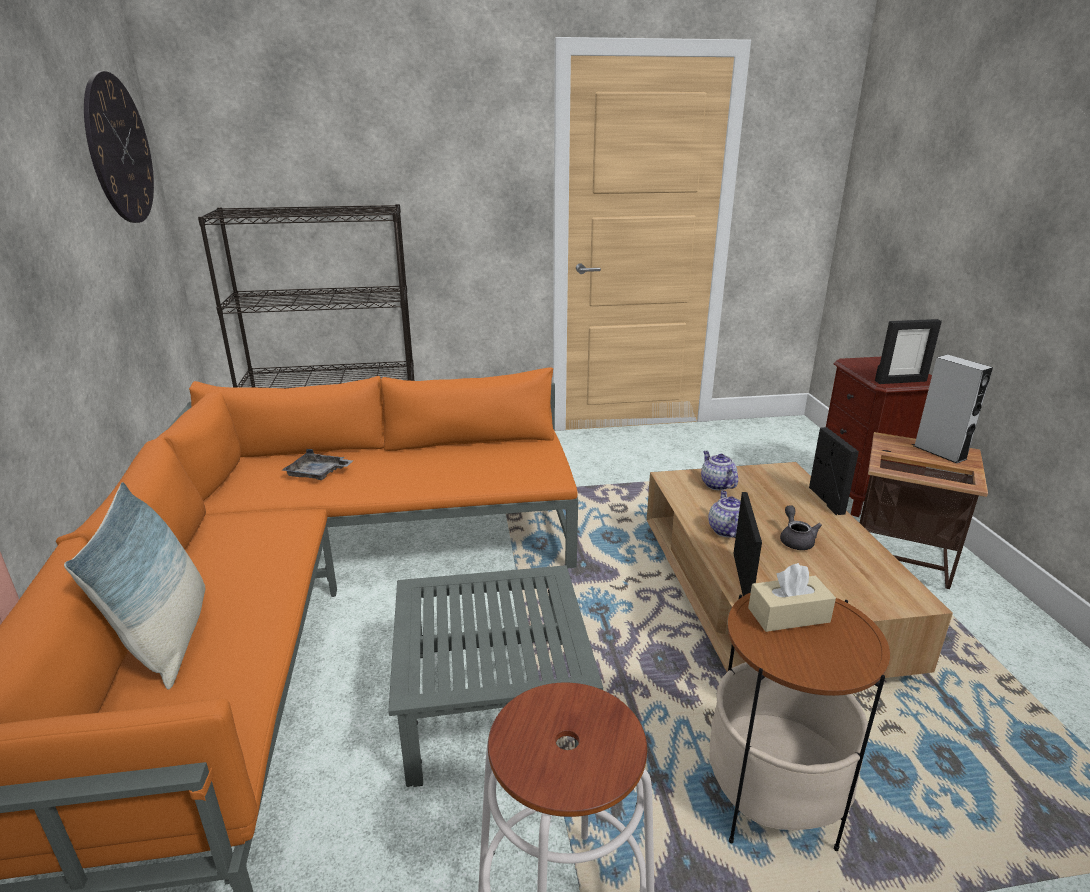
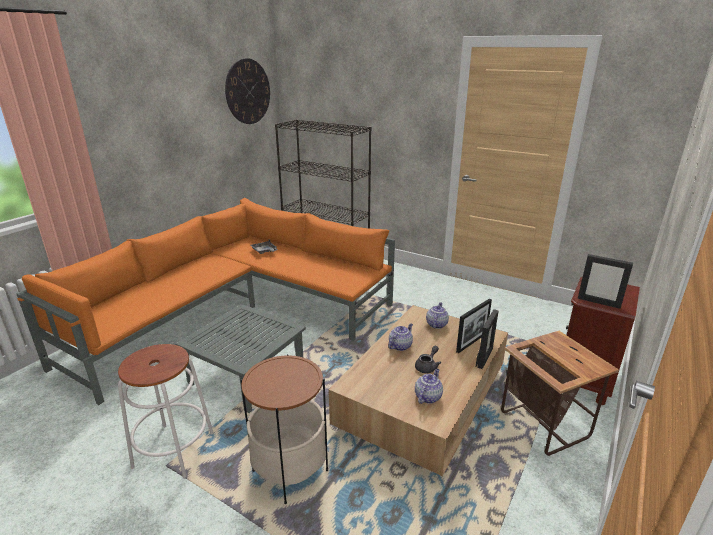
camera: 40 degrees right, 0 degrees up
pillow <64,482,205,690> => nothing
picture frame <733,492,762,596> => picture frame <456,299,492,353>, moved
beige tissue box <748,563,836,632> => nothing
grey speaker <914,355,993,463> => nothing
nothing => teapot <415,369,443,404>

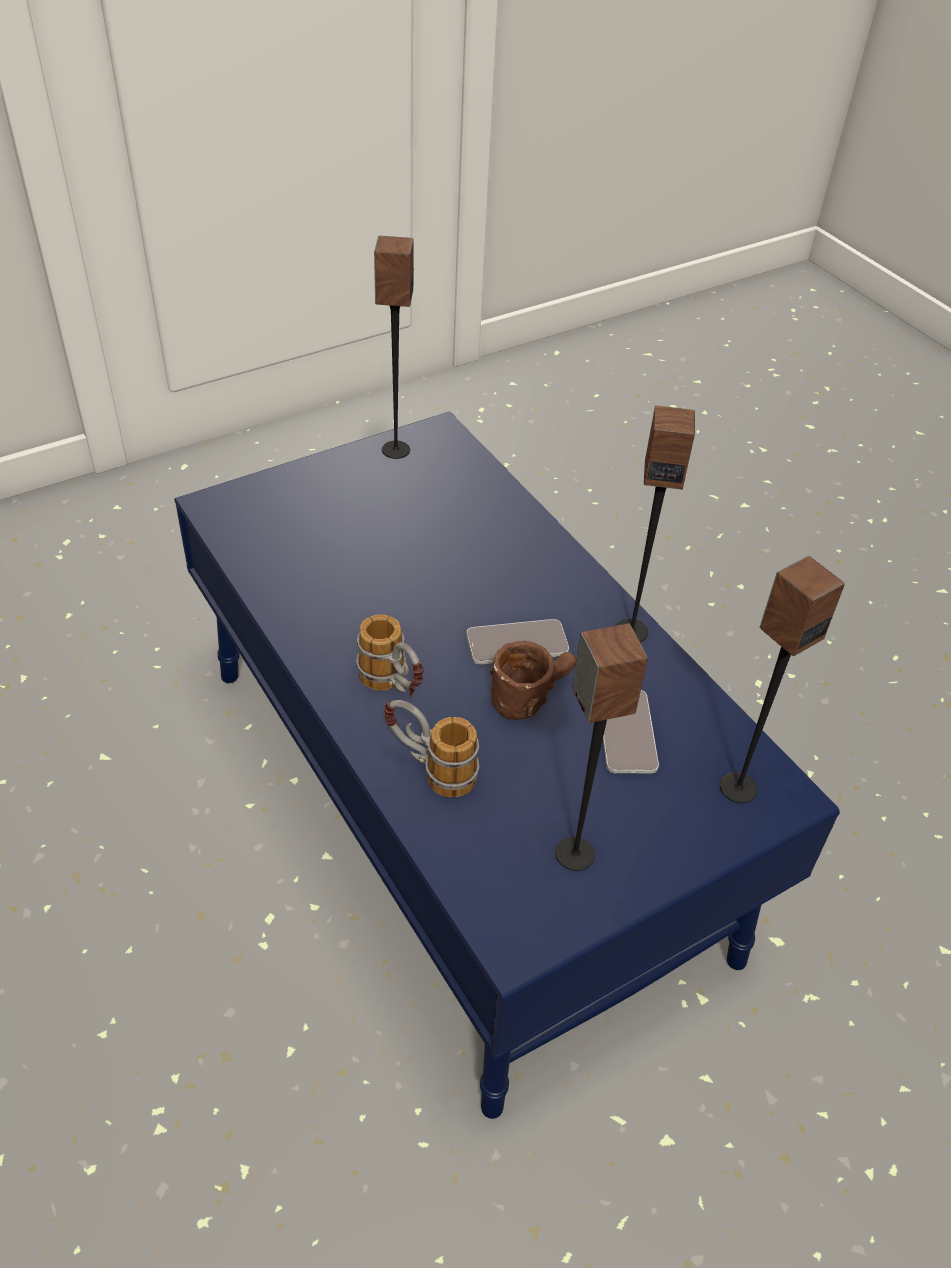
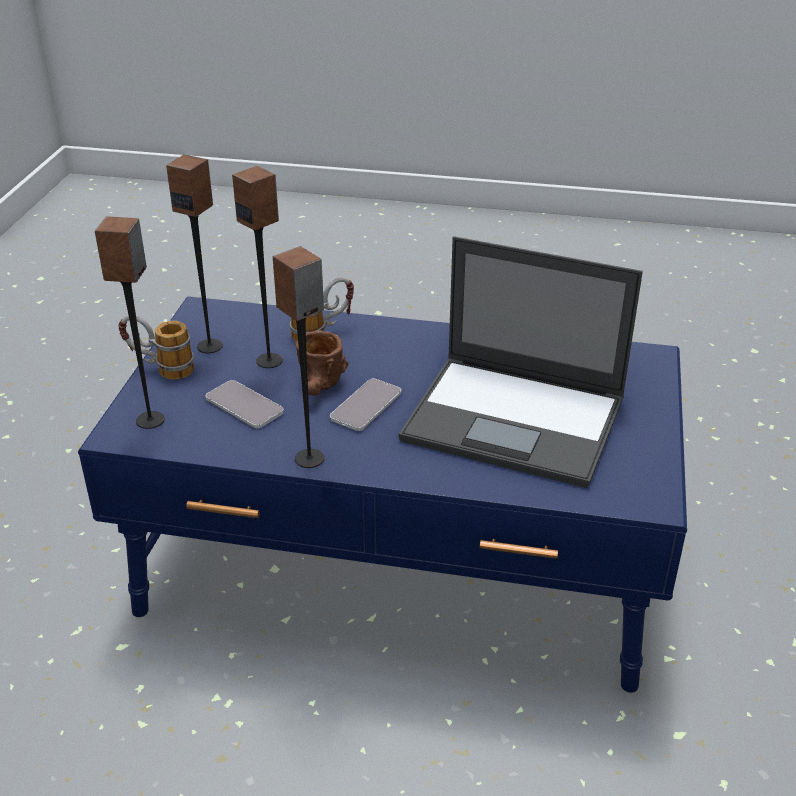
camera: 135 degrees right, 10 degrees down
mug <356,615,424,698> => mug <118,316,194,380>, moved
speaker <374,236,414,459> => speaker <232,166,282,368>, moved
nothing => laptop <399,236,643,488>

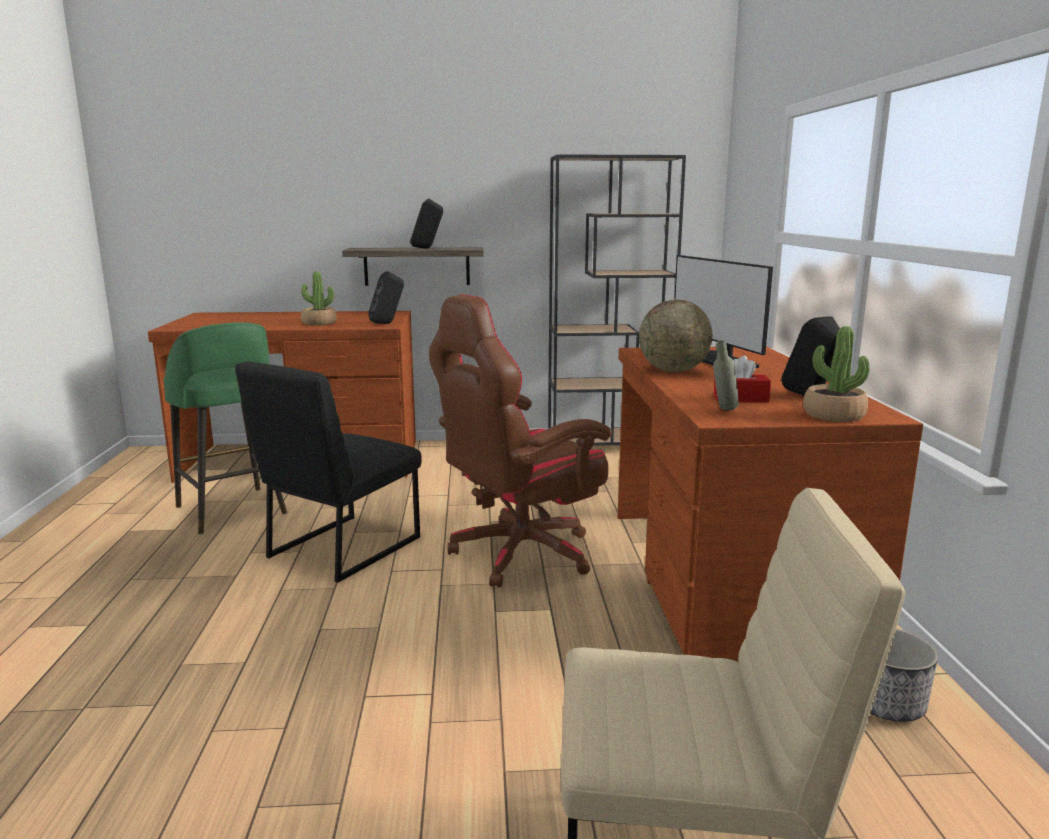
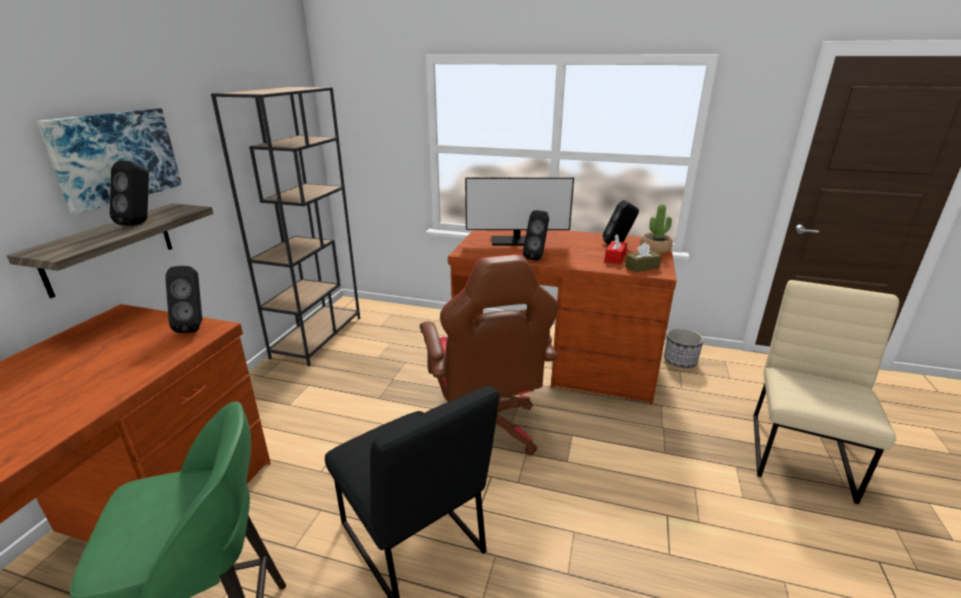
camera: 70 degrees left, 10 degrees up
potted plant <301,271,337,326> => nothing
globe <639,300,712,372> => black speaker <523,210,549,261>
grey bottle <713,340,739,411> => brown tissue box <625,242,662,272>
nothing => picture <37,108,182,214>

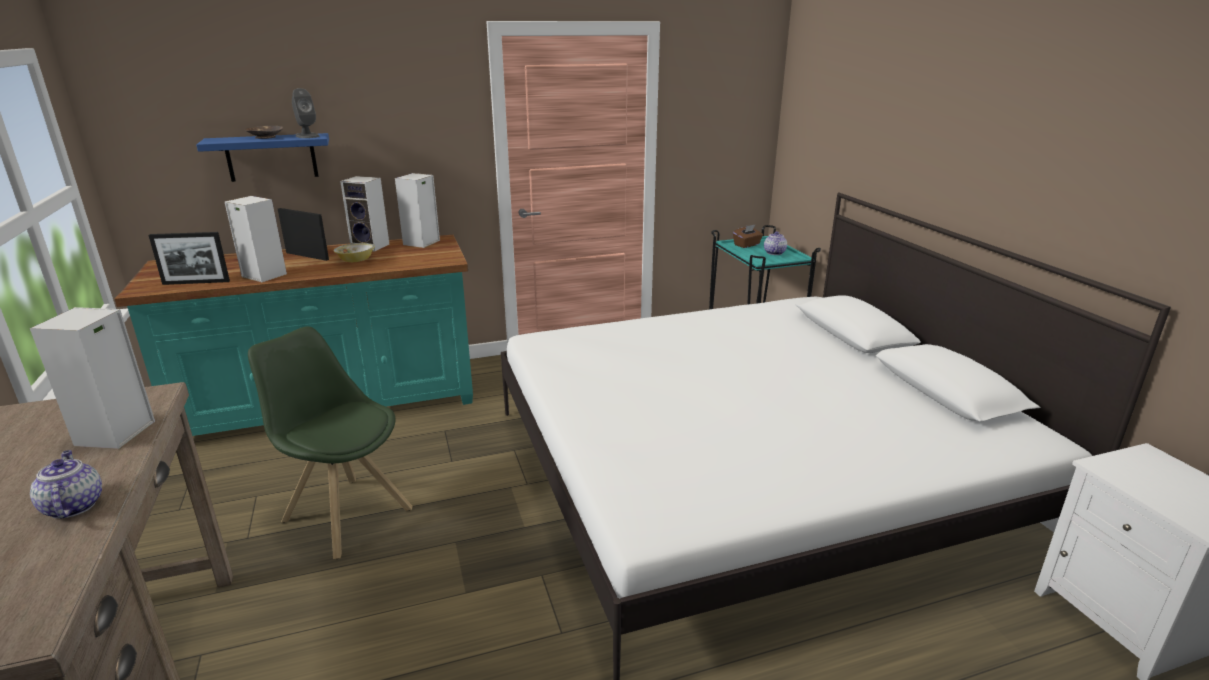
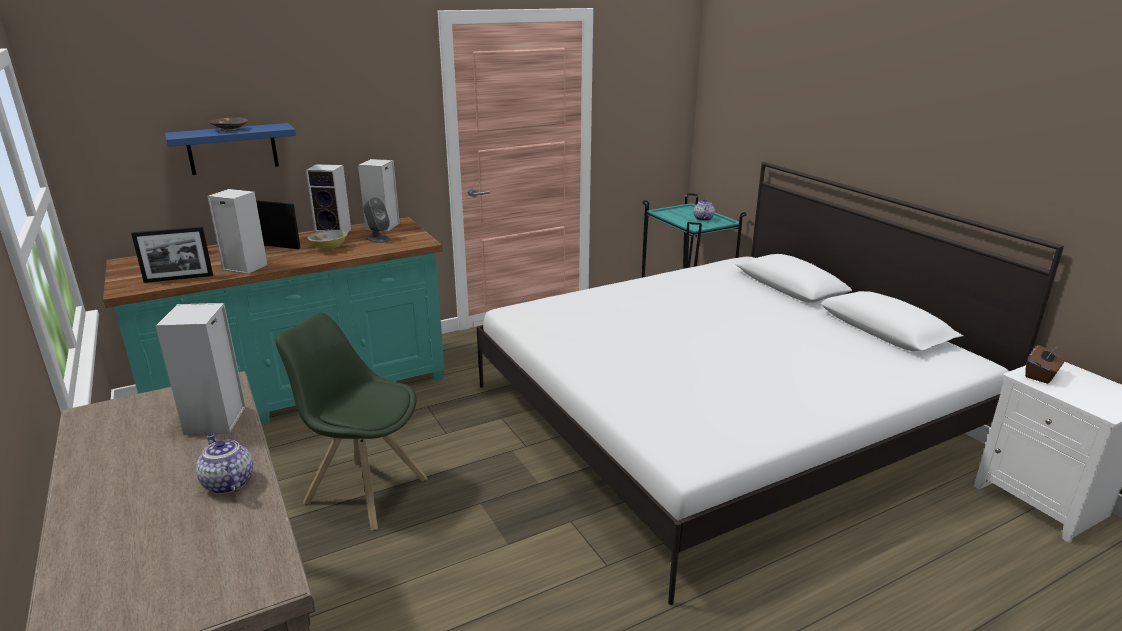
camera: 10 degrees left, 0 degrees up
grey speaker <292,88,320,138> => grey speaker <363,197,391,243>, moved
brown tissue box <733,225,763,248> => brown tissue box <1025,345,1065,384>, moved

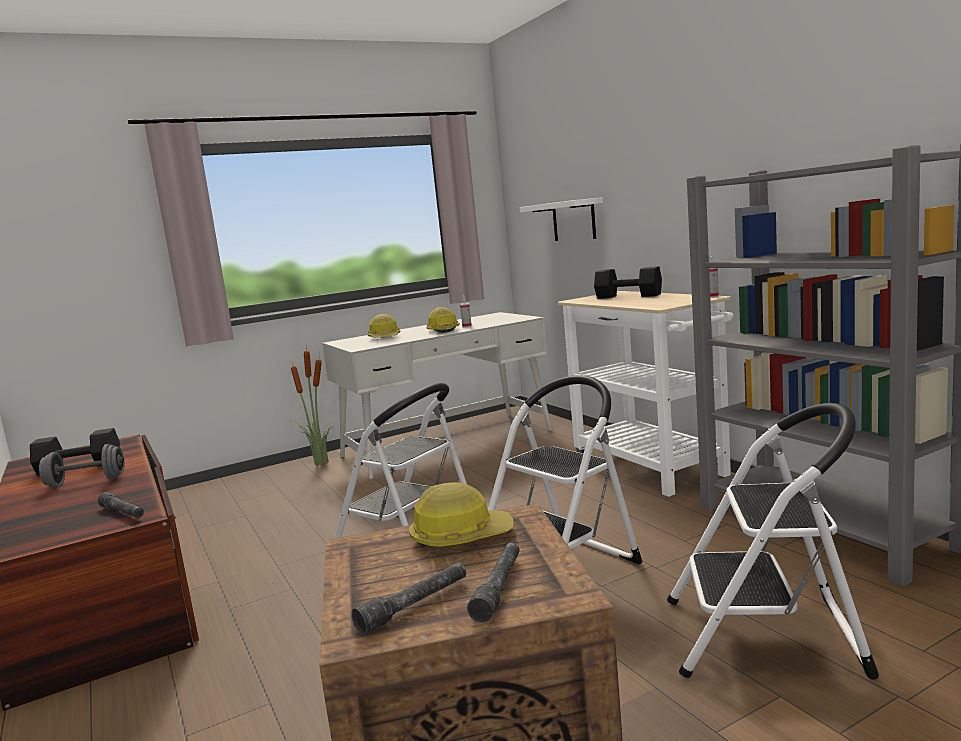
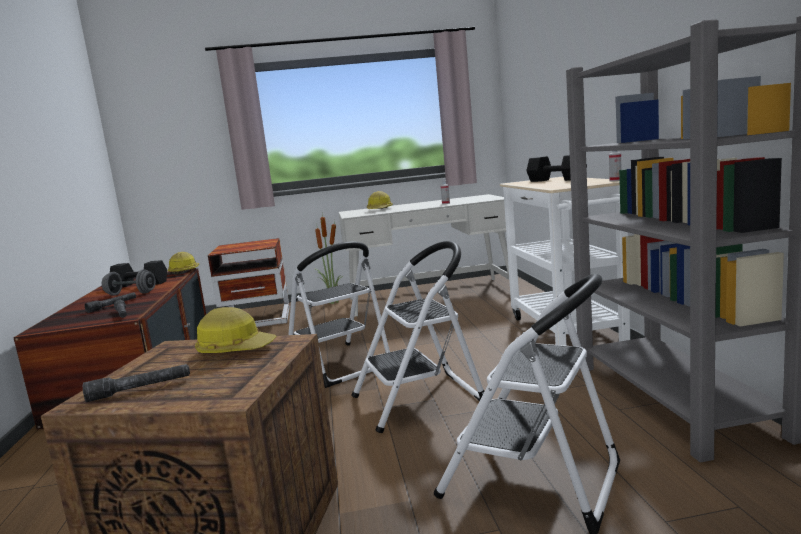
camera: 20 degrees right, 0 degrees up
hard hat <426,307,460,333> => hard hat <168,252,200,275>, moved
grey flashlight <467,543,520,623> => grey flashlight <85,292,136,313>, moved
white shelf <519,197,603,241> => nothing
nothing => nightstand <208,238,290,327>

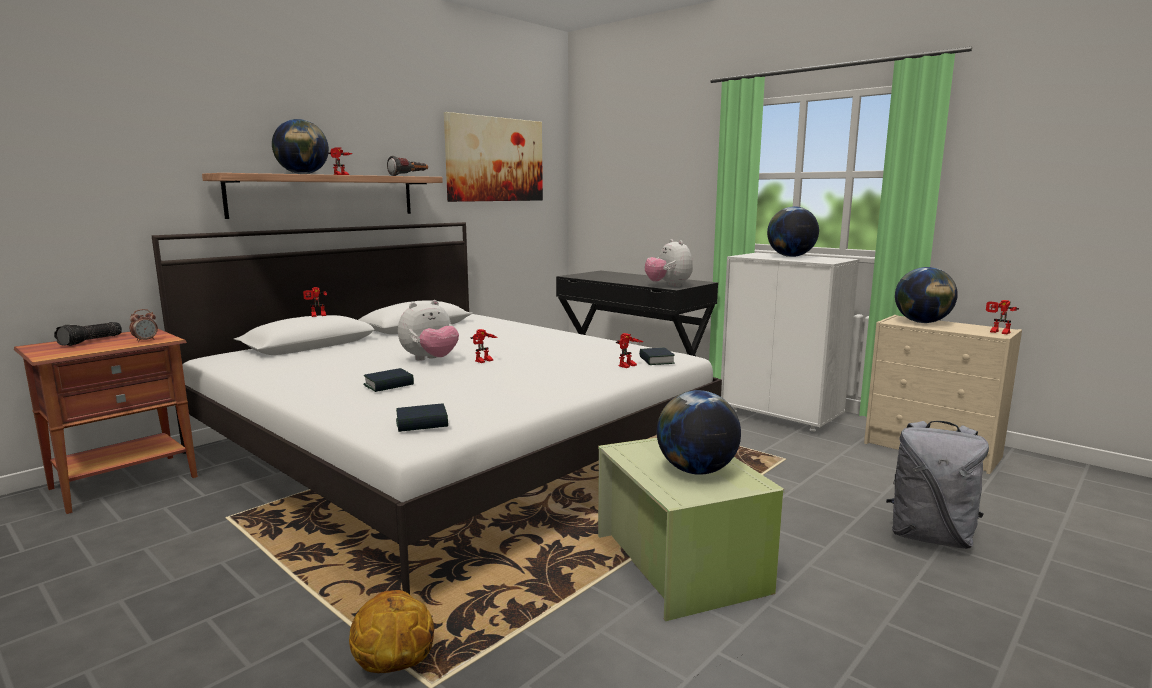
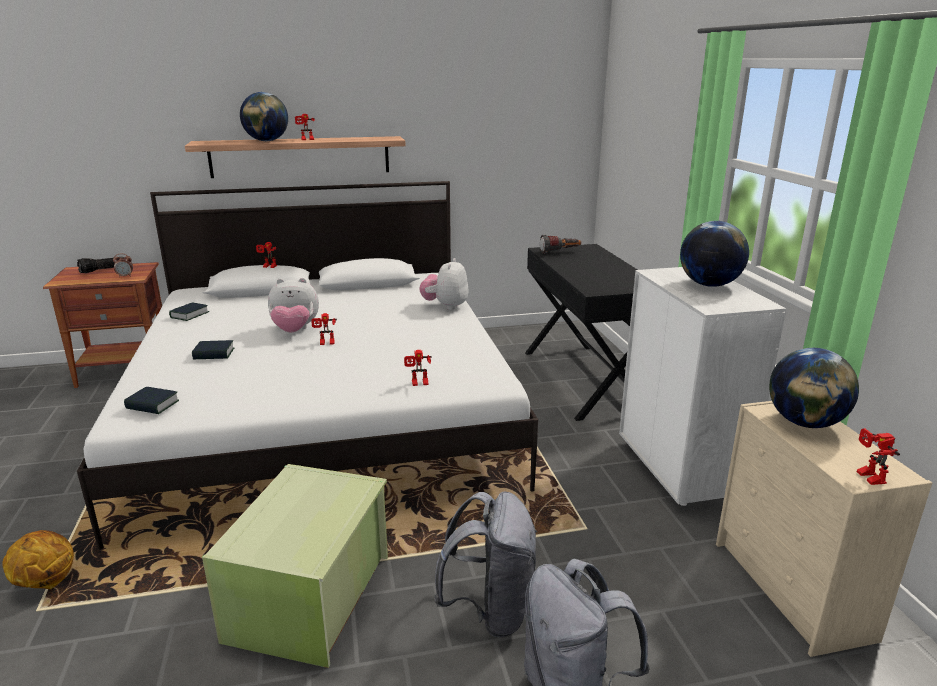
camera: 35 degrees right, 10 degrees up
flashlight <387,156,428,176> => flashlight <540,235,581,254>, moved
picture <444,112,543,202> => nothing
book <639,348,675,365> => book <169,302,209,321>, moved
plush toy <645,239,693,287> => plush toy <419,258,469,310>, moved
globe <657,390,741,475> => nothing
nothing => grey backpack <434,491,537,637>

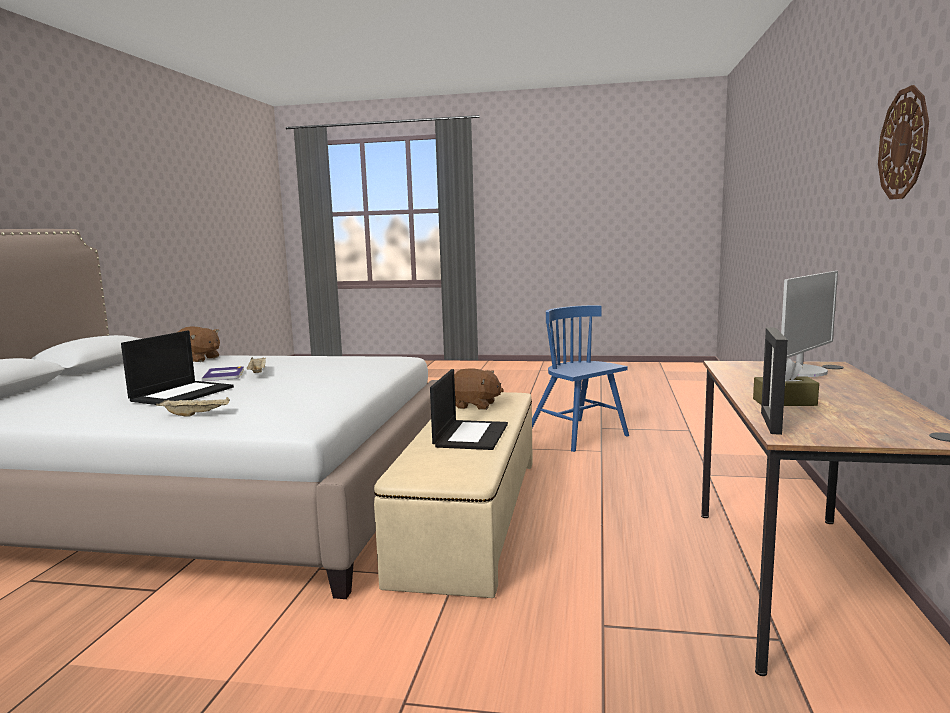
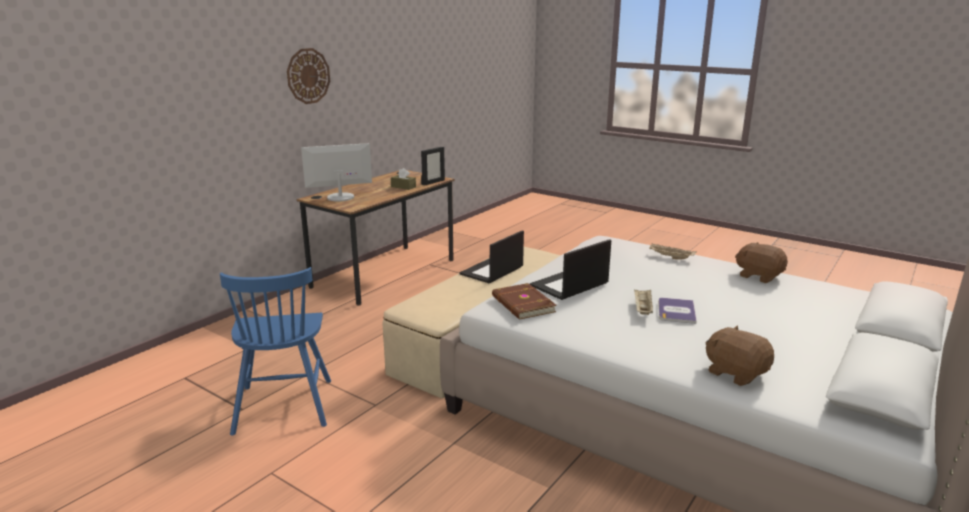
camera: 155 degrees left, 10 degrees up
laptop <121,331,234,405> => laptop <530,239,611,300>, moved
brown plush toy <454,369,504,410> => brown plush toy <735,242,788,283>, moved
nothing => brown book <492,283,556,320>

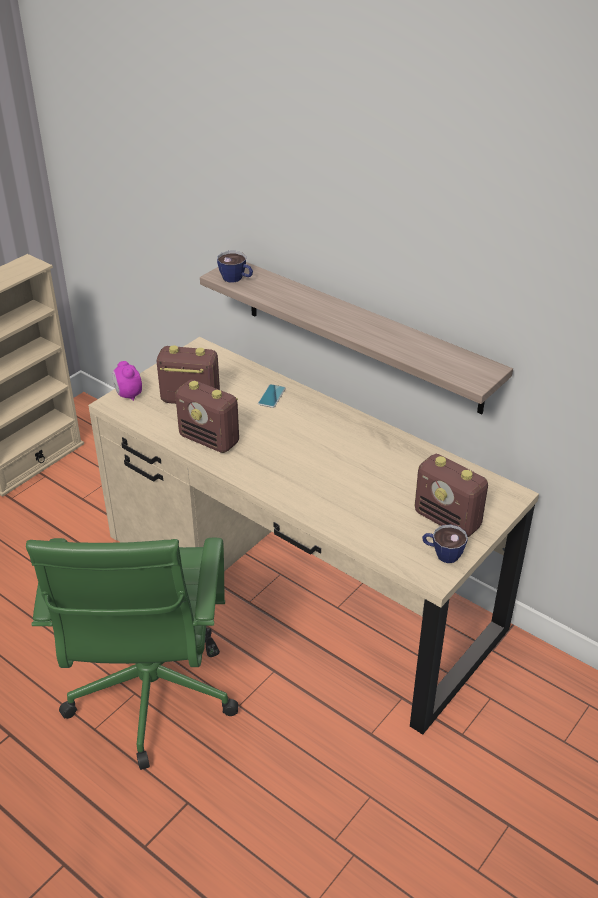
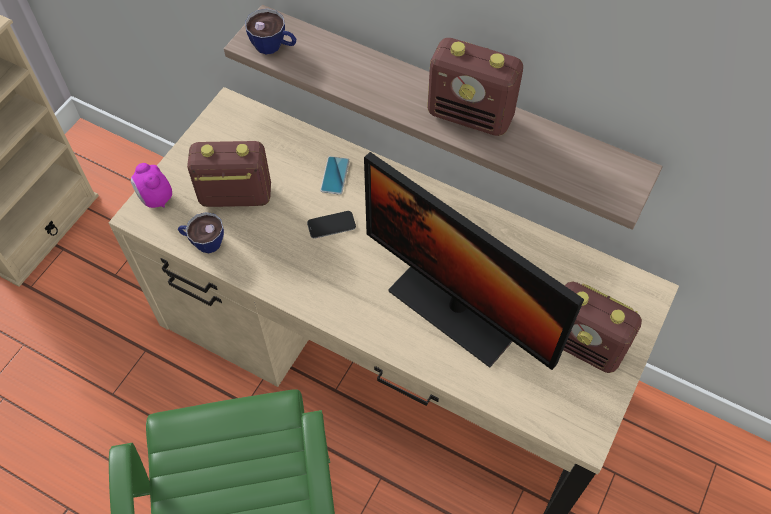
camera: 10 degrees left, 20 degrees up
radio <175,380,239,453> => radio <427,38,523,136>, moved
cup <422,524,468,563> => cup <178,212,224,253>, moved
nothing => phone <307,211,356,239>
nothing => monitor <364,152,584,370>

